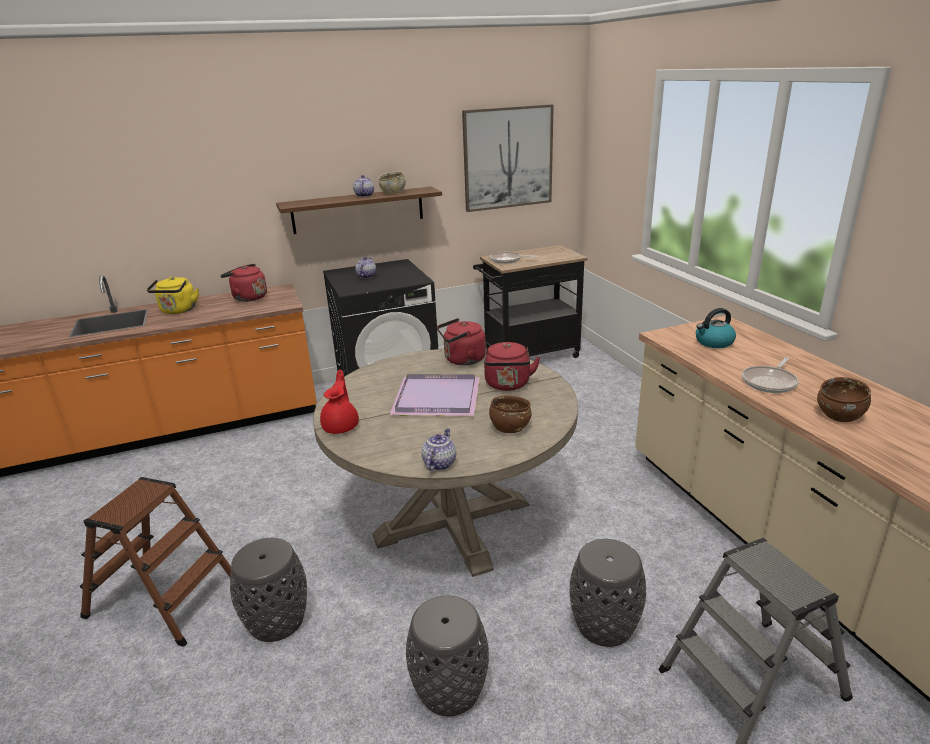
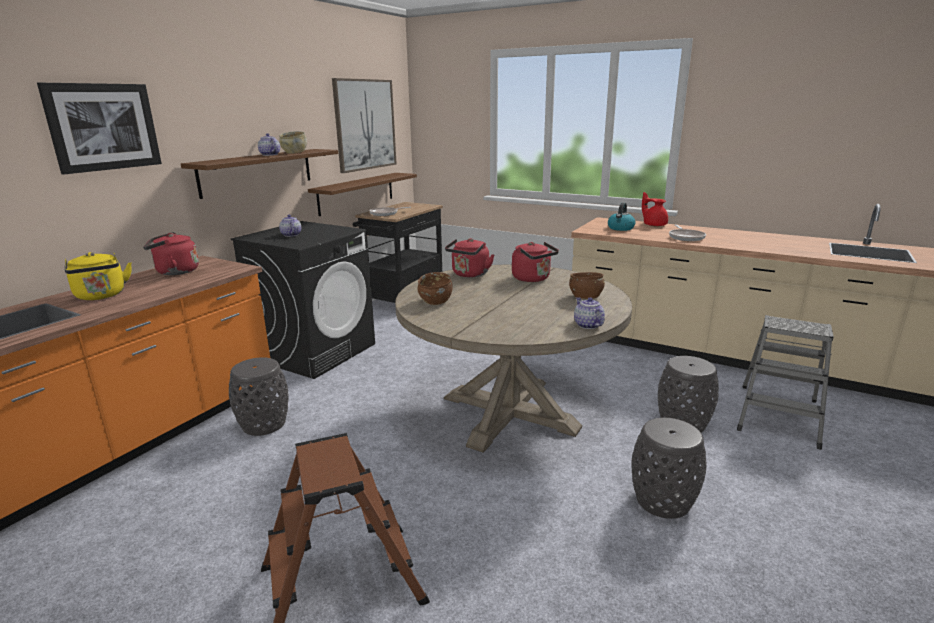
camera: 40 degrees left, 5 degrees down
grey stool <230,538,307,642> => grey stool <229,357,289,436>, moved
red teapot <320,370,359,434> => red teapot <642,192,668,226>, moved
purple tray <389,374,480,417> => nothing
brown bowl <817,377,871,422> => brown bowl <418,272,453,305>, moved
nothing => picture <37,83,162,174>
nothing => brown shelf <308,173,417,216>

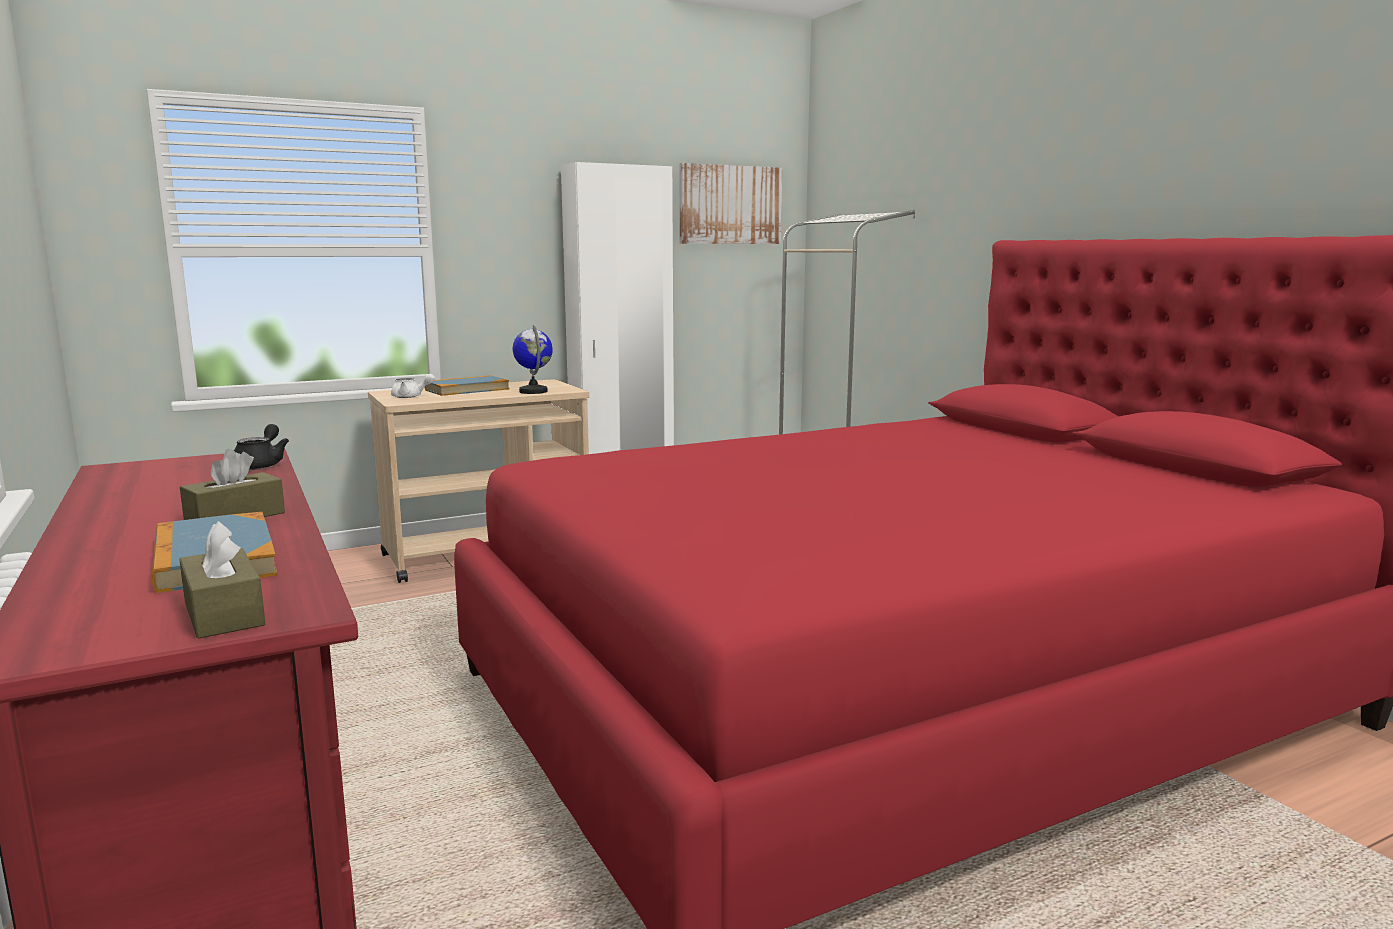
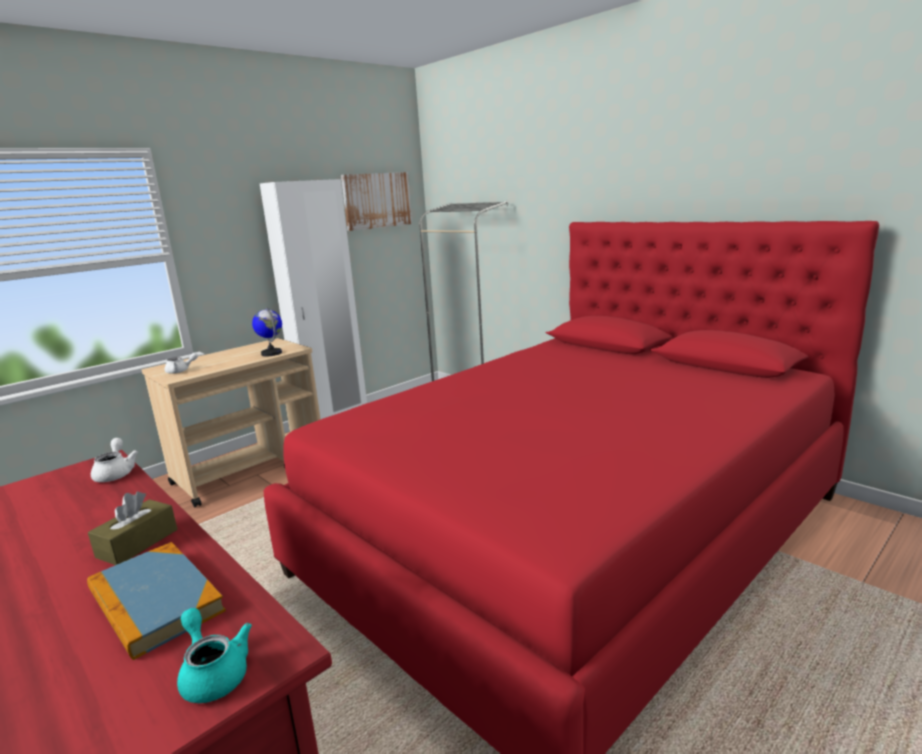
camera: 15 degrees left, 5 degrees up
brown tissue box <179,521,265,639> => turquoise teapot <177,608,252,703>
black teapot <234,424,289,470> => white teapot <91,438,138,482>
book <425,375,509,396> => nothing

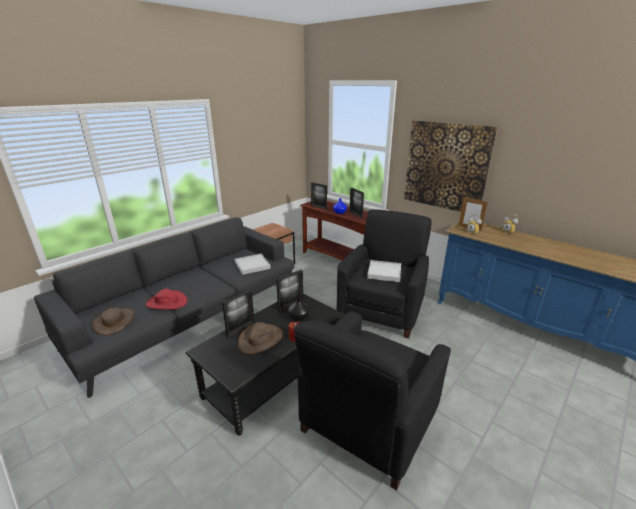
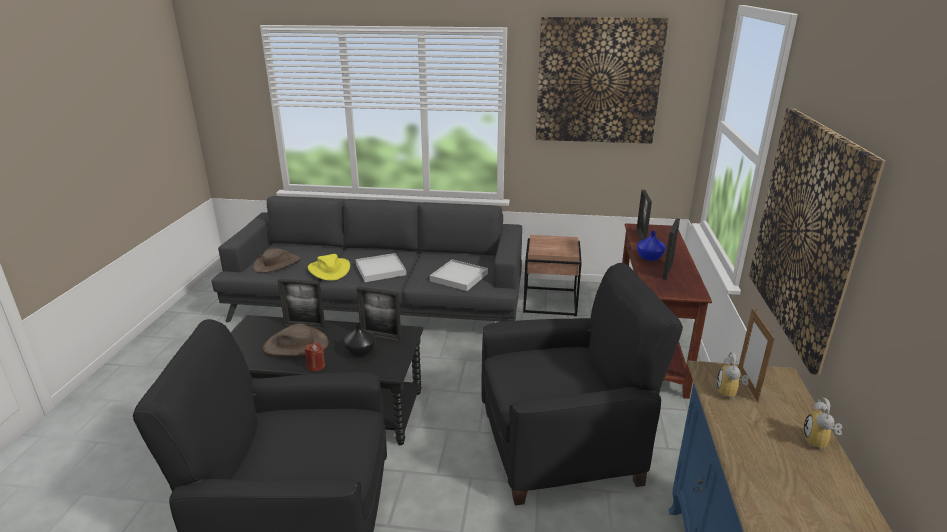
camera: 55 degrees right, 0 degrees up
red hat <146,289,187,310> => yellow hat <308,254,350,281>
white tray <367,260,401,282> => white tray <356,253,406,282>, moved
nothing => picture <536,17,669,144>

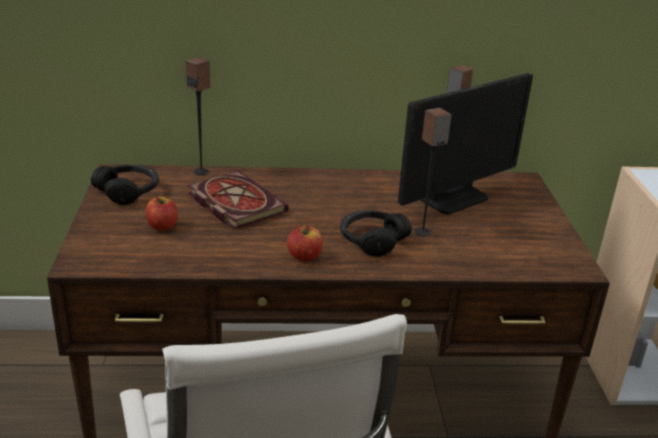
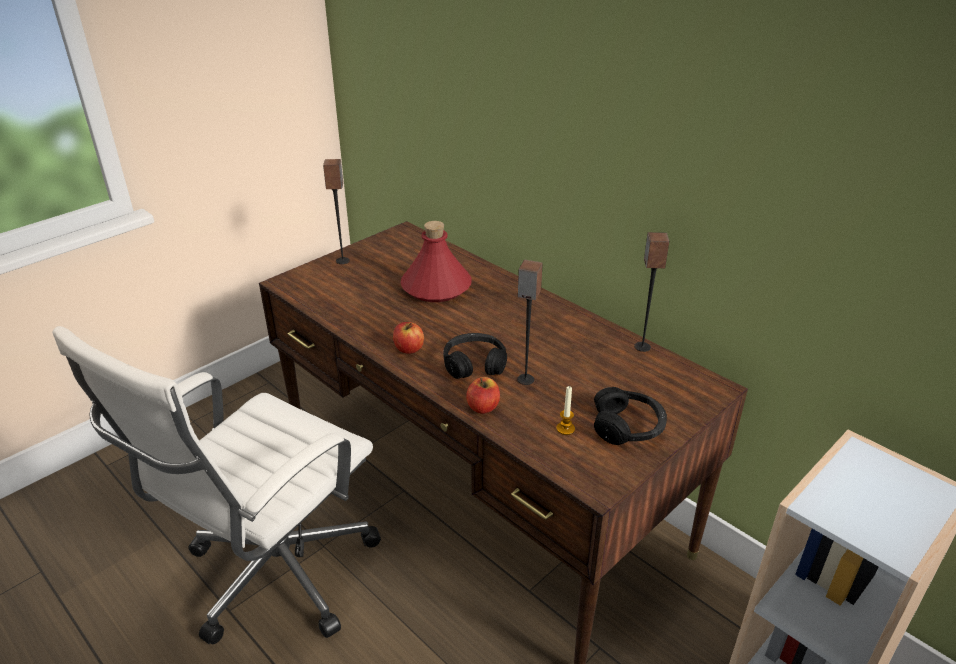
camera: 50 degrees right, 5 degrees up
black headphones <91,165,159,205> => black headphones <594,387,667,445>, moved
apple <146,197,178,231> => apple <466,377,500,414>, moved
speaker <186,57,210,175> => speaker <323,159,350,264>, moved
book <188,171,289,229> => red bottle <401,221,472,302>
monitor <398,73,533,214> => nothing
nothing => candle <556,386,575,435>

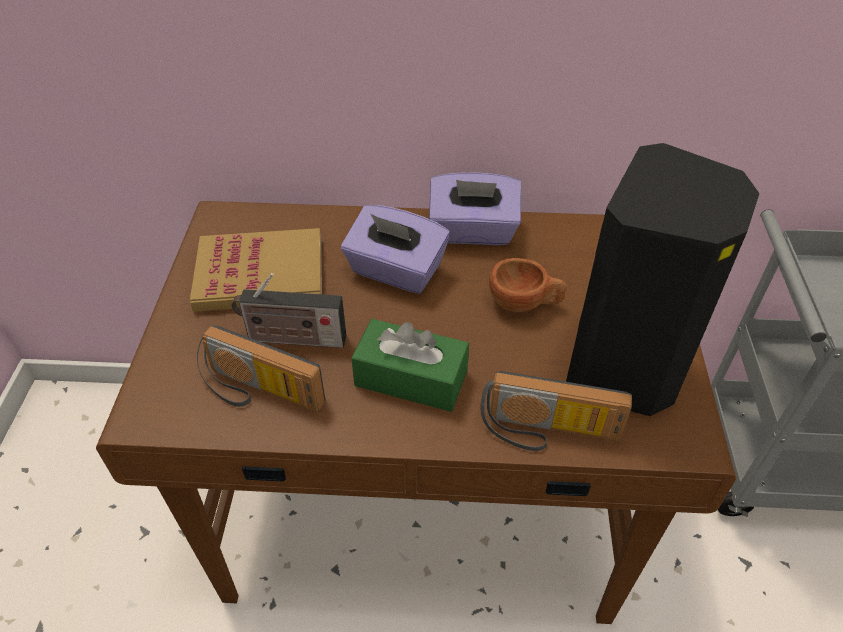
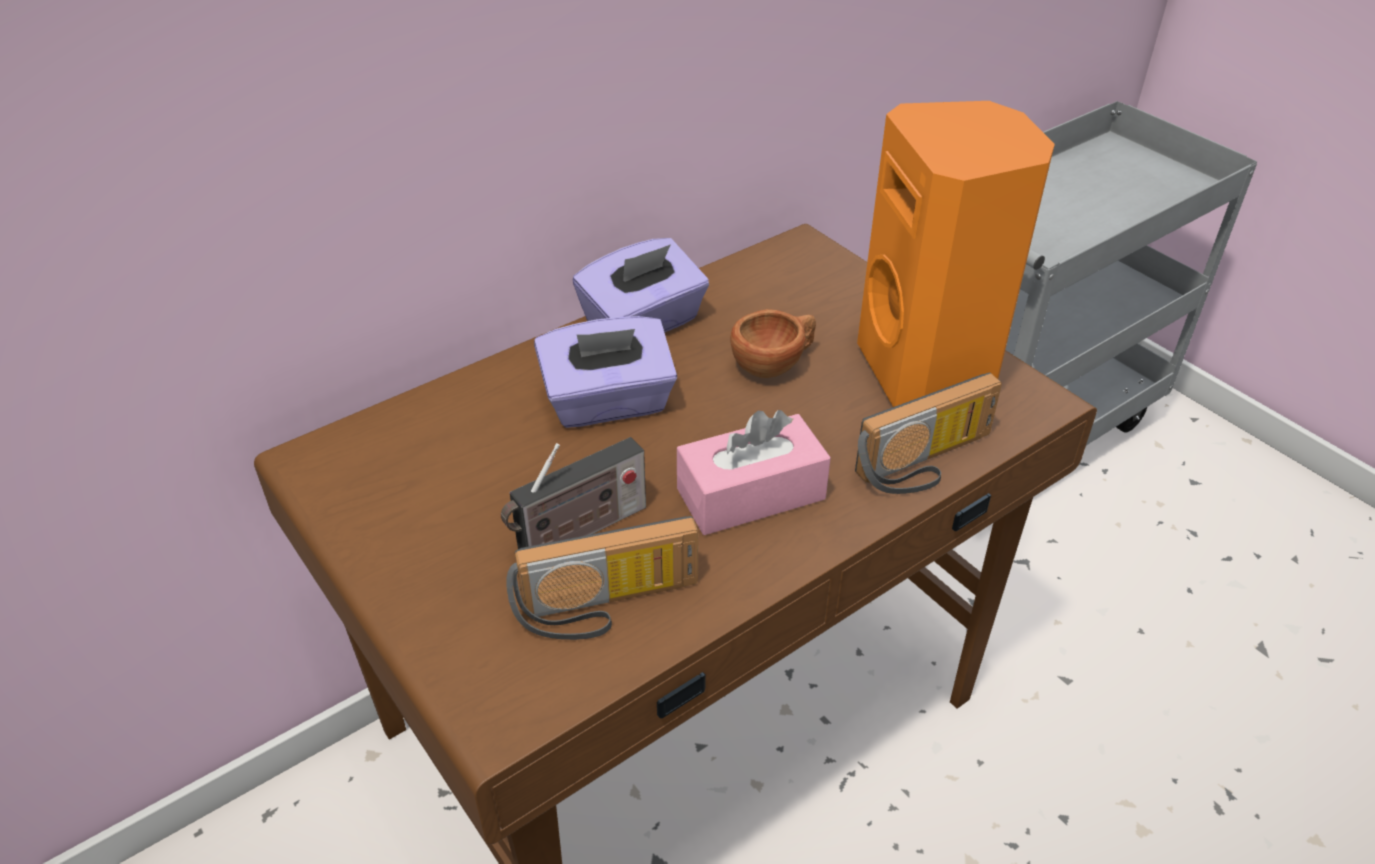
camera: 40 degrees left, 5 degrees down
book <190,228,322,312> => nothing
green tissue box <351,319,469,412> => pink tissue box <677,410,831,535>
black speaker <566,143,760,416> => orange speaker <857,101,1055,407>

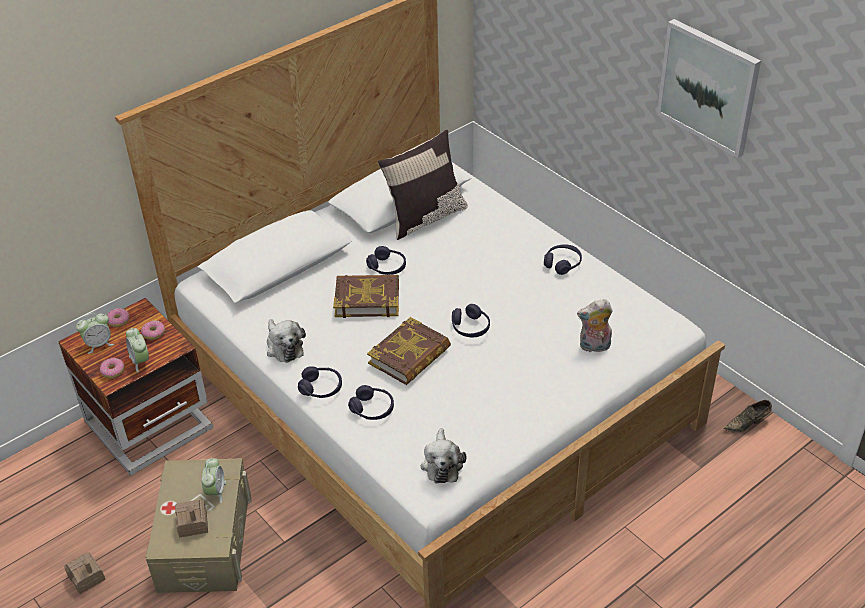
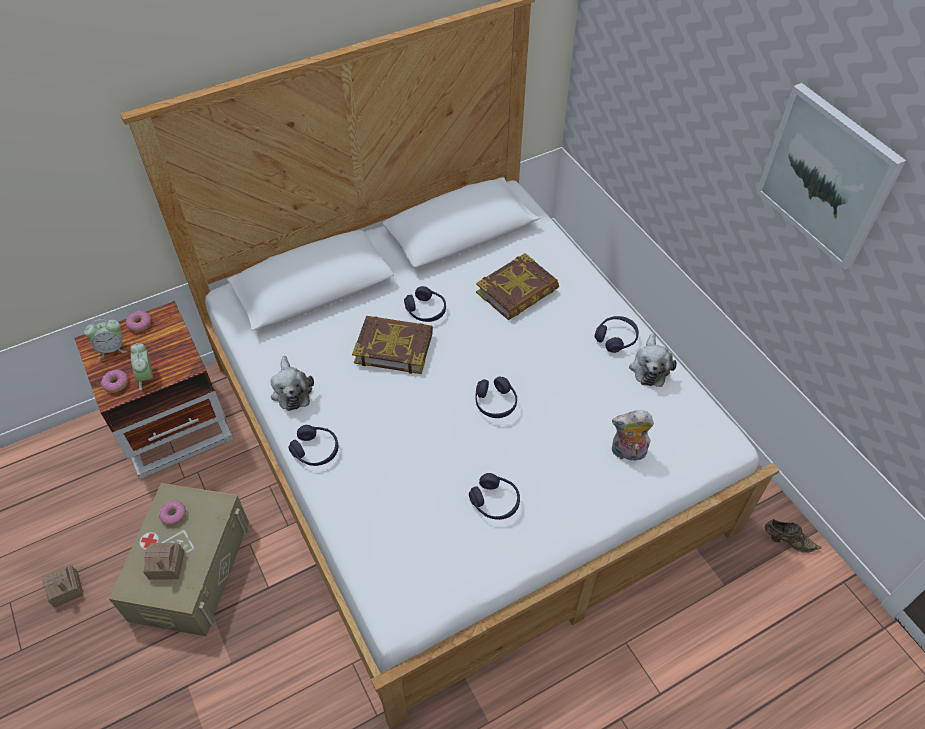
camera: 10 degrees right, 10 degrees up
donut <141,320,165,340> => donut <159,501,186,526>, moved
alarm clock <201,458,226,503> => nothing
purple headphones <348,385,394,420> => purple headphones <469,473,520,520>, moved
book <367,317,451,385> => book <476,253,559,320>, moved
pillow <378,130,468,240> => nothing
plush toy <421,428,466,483> => plush toy <629,333,677,387>, moved
brown shoe <724,400,772,433> => brown shoe <765,519,822,553>, 150 degrees counterclockwise

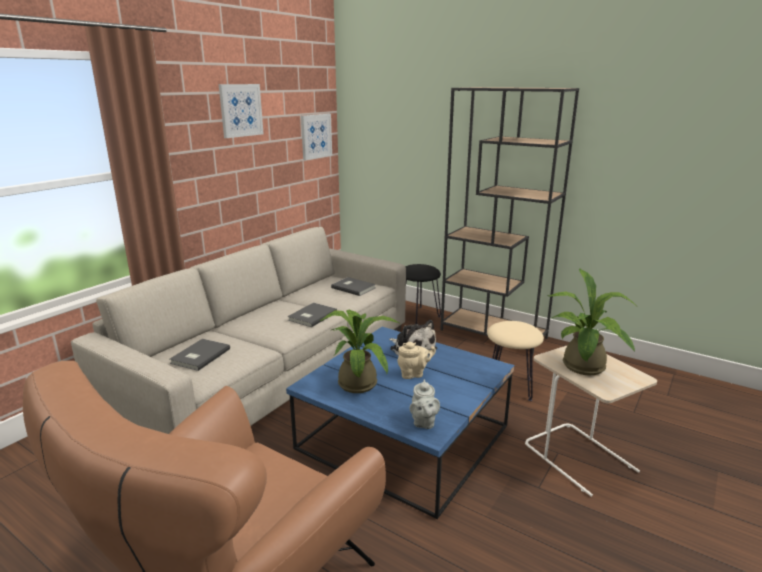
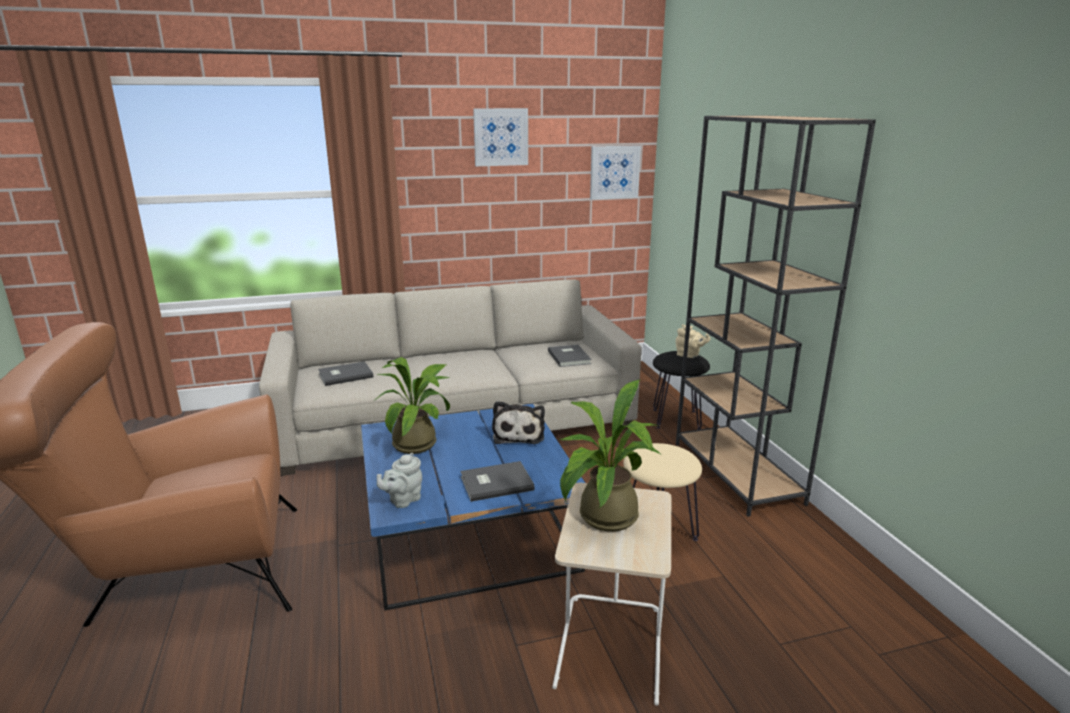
camera: 40 degrees right, 0 degrees up
grey book <288,303,337,327> => grey book <460,461,535,502>, moved
beige teapot <398,342,436,379> => beige teapot <676,324,710,358>, moved

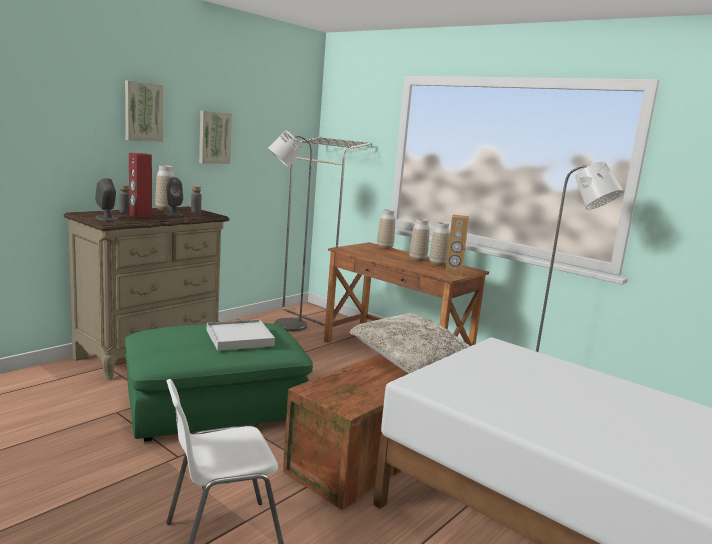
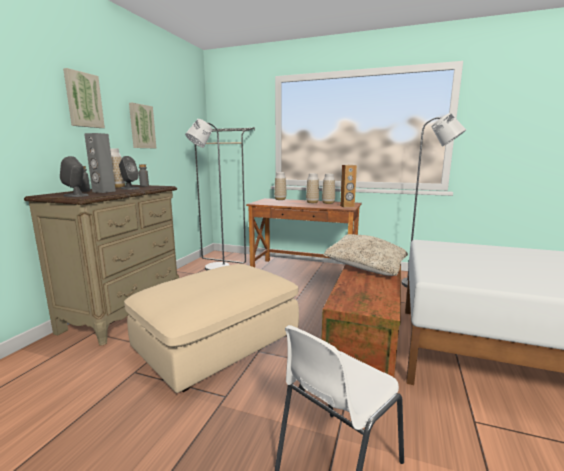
camera: 20 degrees left, 0 degrees up
green ottoman <125,323,313,441> => beige ottoman <124,264,299,393>
red speaker <129,153,152,218> => grey speaker <84,133,116,193>
white tray <207,319,275,351> => nothing

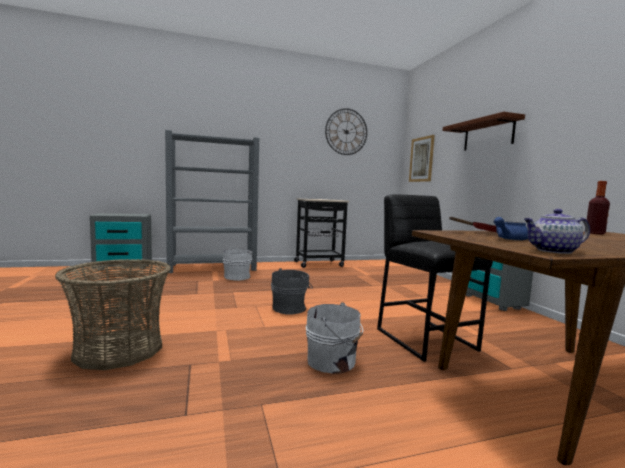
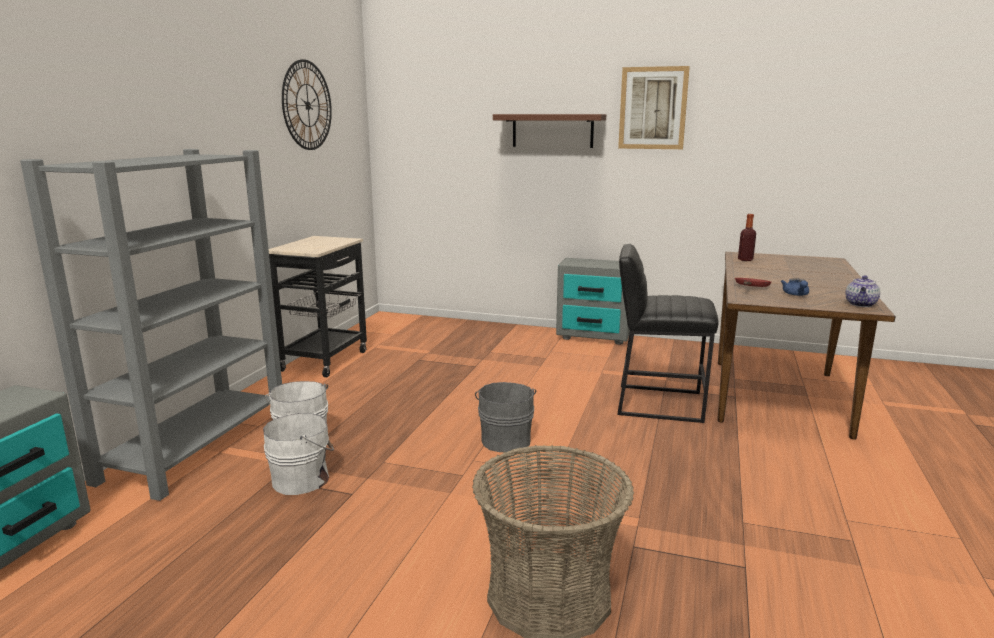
camera: 55 degrees left, 10 degrees up
white bucket <306,302,363,373> => white bucket <263,412,334,495>, moved
picture <409,135,435,182> => picture <618,66,690,149>, moved

